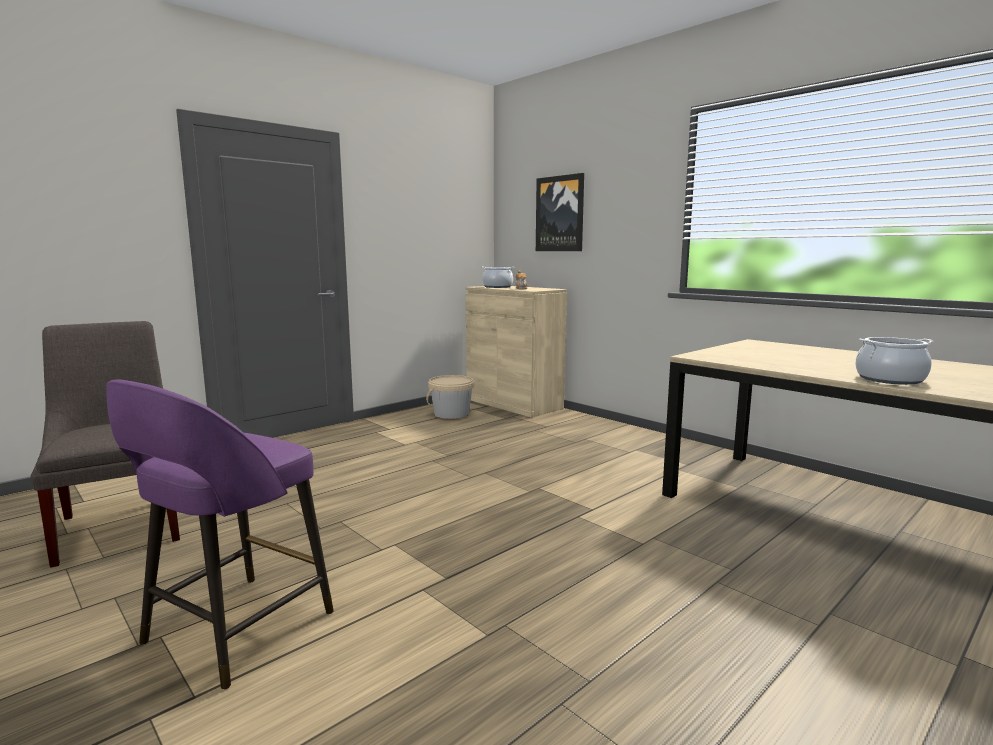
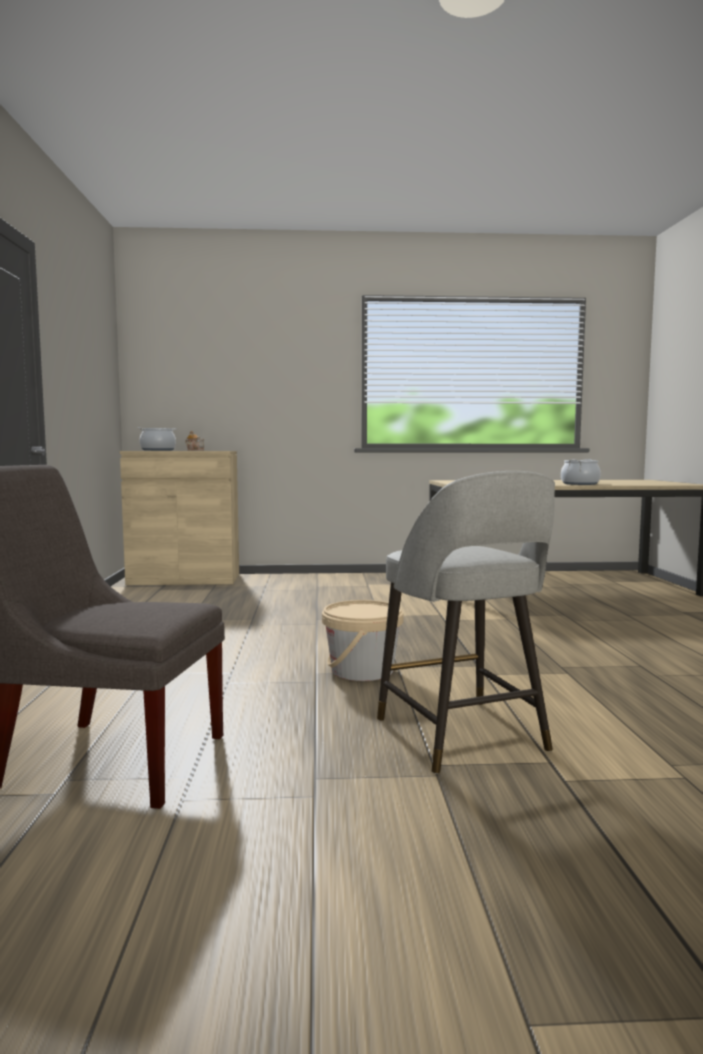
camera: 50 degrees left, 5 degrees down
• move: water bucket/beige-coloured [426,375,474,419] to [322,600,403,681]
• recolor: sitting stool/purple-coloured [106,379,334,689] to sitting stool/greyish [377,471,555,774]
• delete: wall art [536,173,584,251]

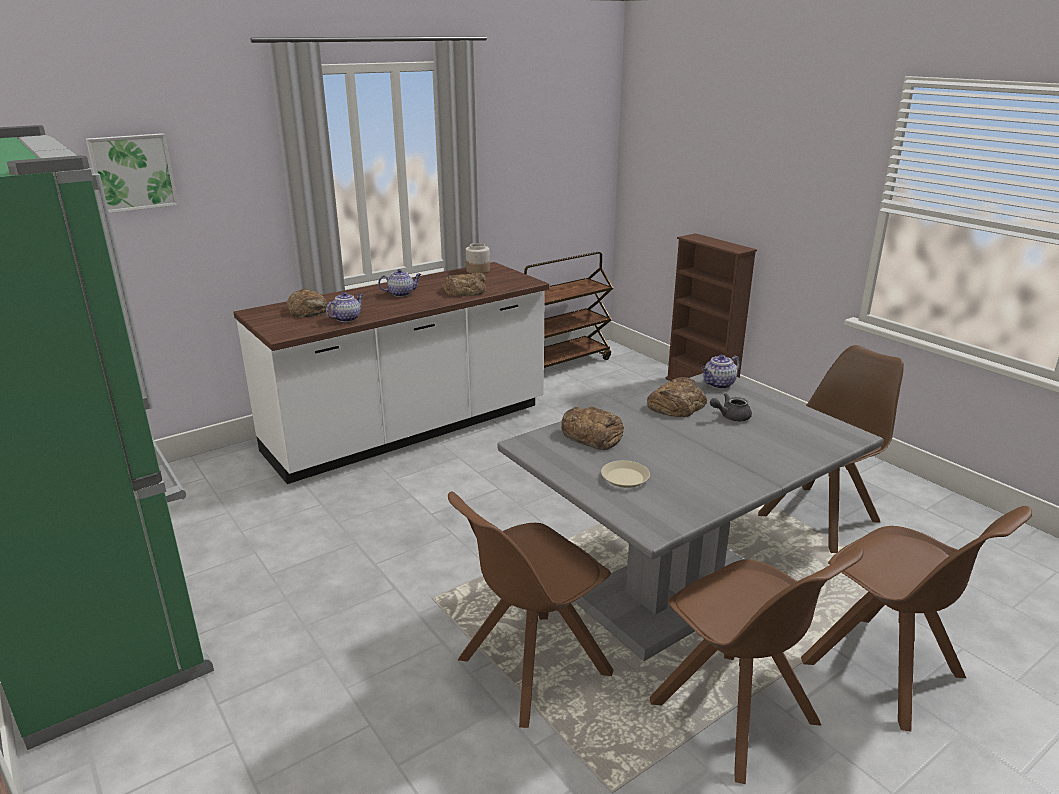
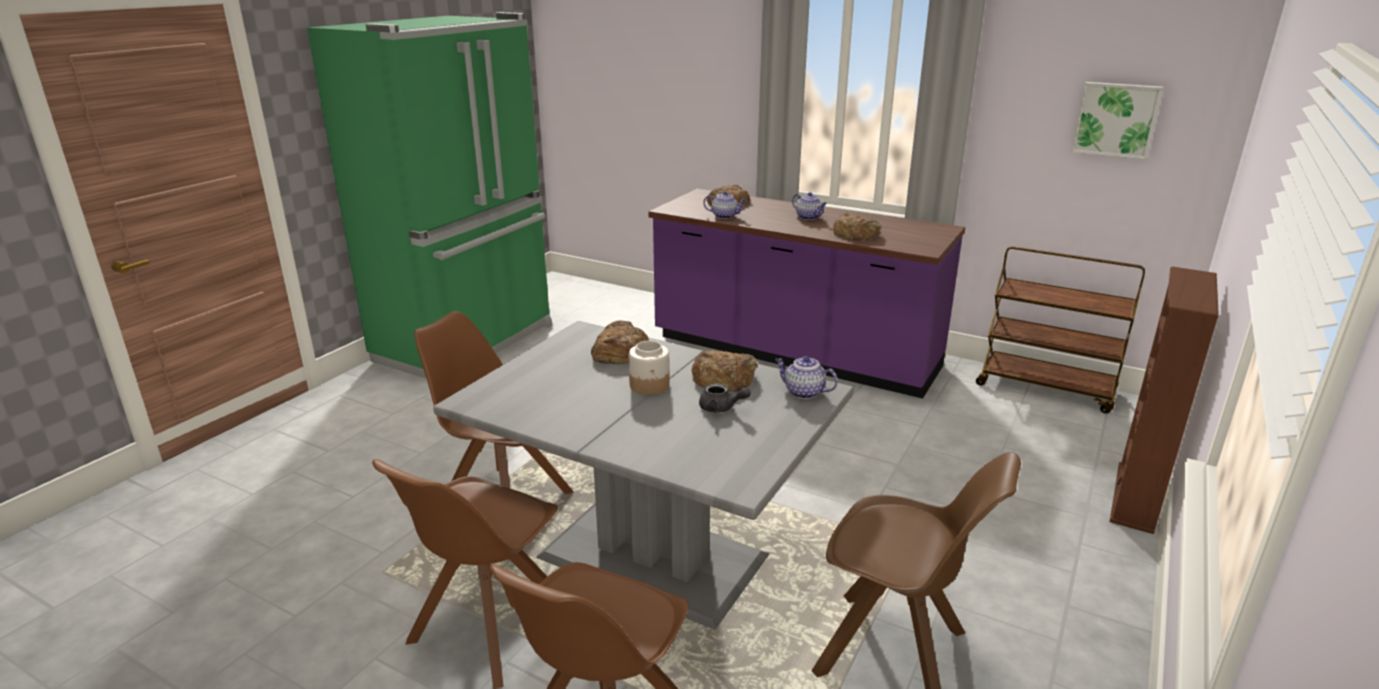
camera: 65 degrees right, 0 degrees up
• move: preserve jar [465,243,490,274] to [629,341,670,395]
• recolor: counter/whitish [234,262,549,484] to counter/purple-coloured [648,189,965,398]
• rotate: pot for tea/greyish [710,393,752,421] = [699,383,751,413] 150 degrees clockwise
• move: wall art [86,133,178,213] to [1072,82,1163,159]
• delete: plate/beige-coloured [601,460,650,488]

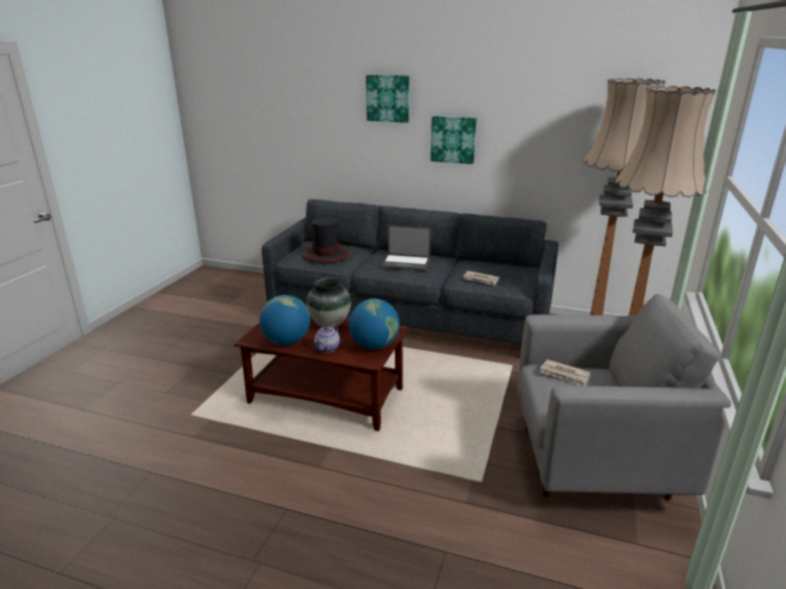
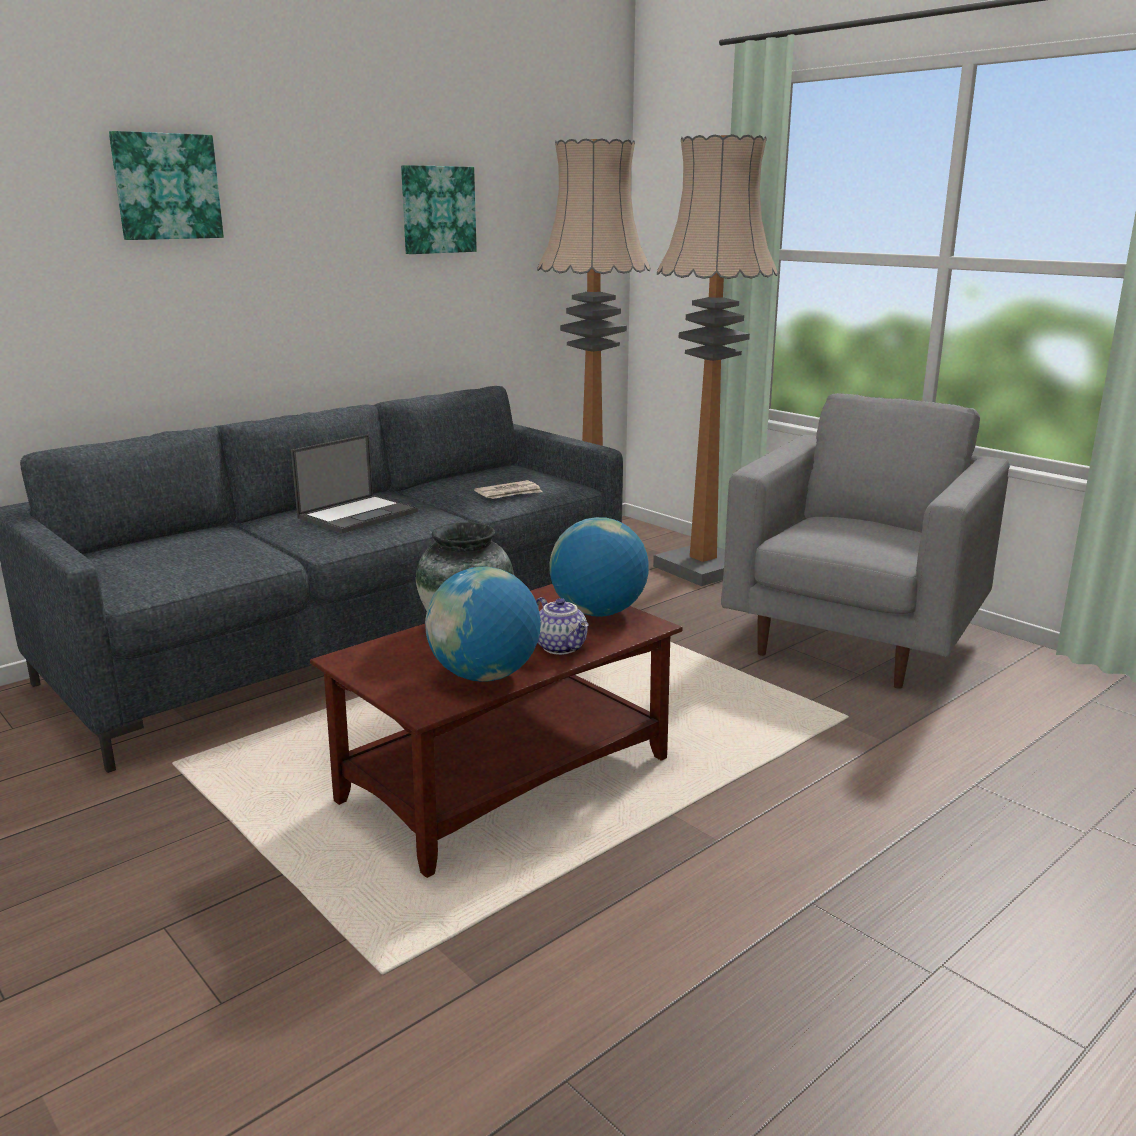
camera: 60 degrees left, 5 degrees down
• move: wall art [431,116,477,164] to [401,165,477,254]
• delete: clothing hat [302,218,350,263]
• delete: printed paper [540,359,591,386]

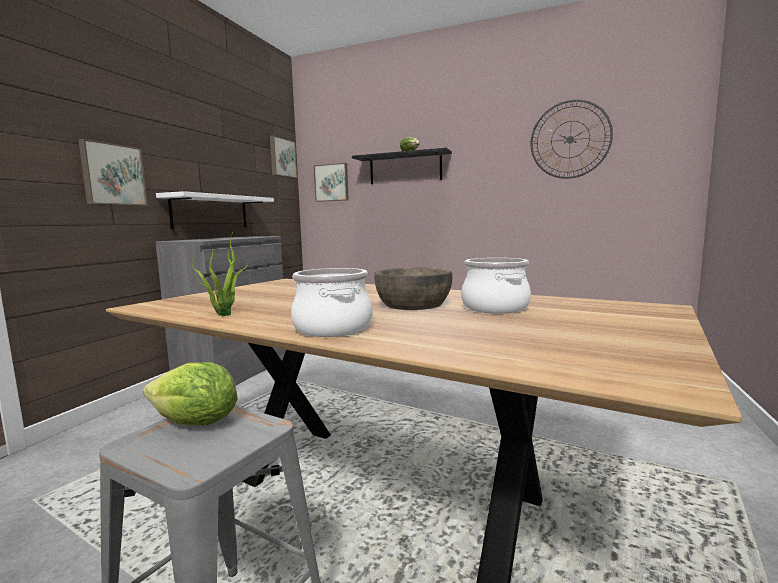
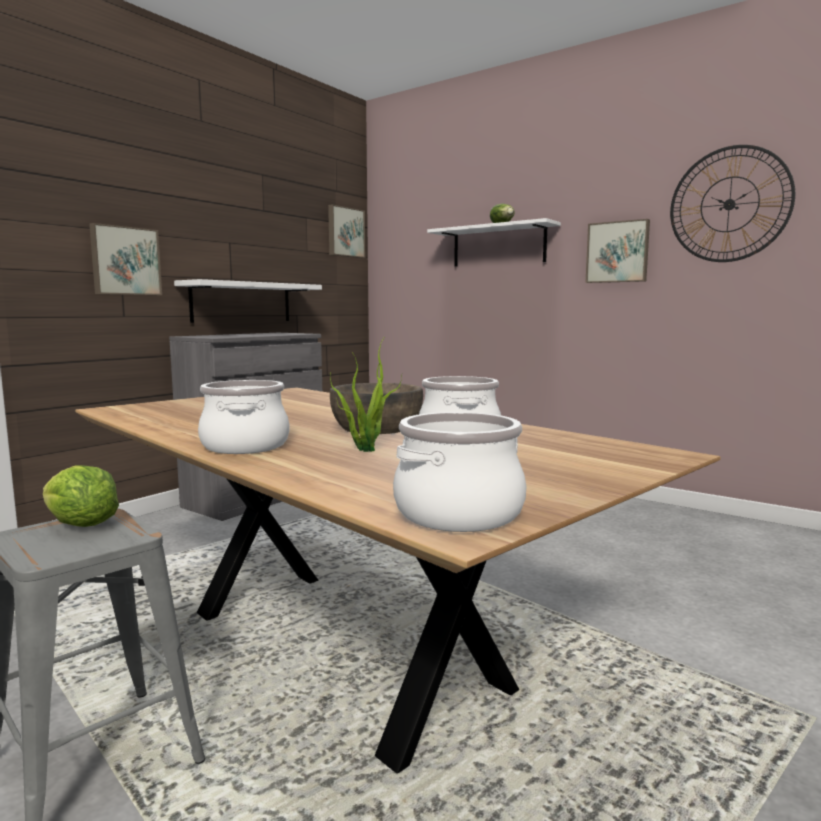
camera: 15 degrees right, 0 degrees up
• move: potted plant [192,231,249,316] to [330,338,402,452]
• insert: cooking pot [393,412,527,532]
• recolor: bracket shelf/black [352,148,452,184] to bracket shelf/whitish [427,218,561,267]
• move: wall art [313,163,349,202] to [585,219,650,283]

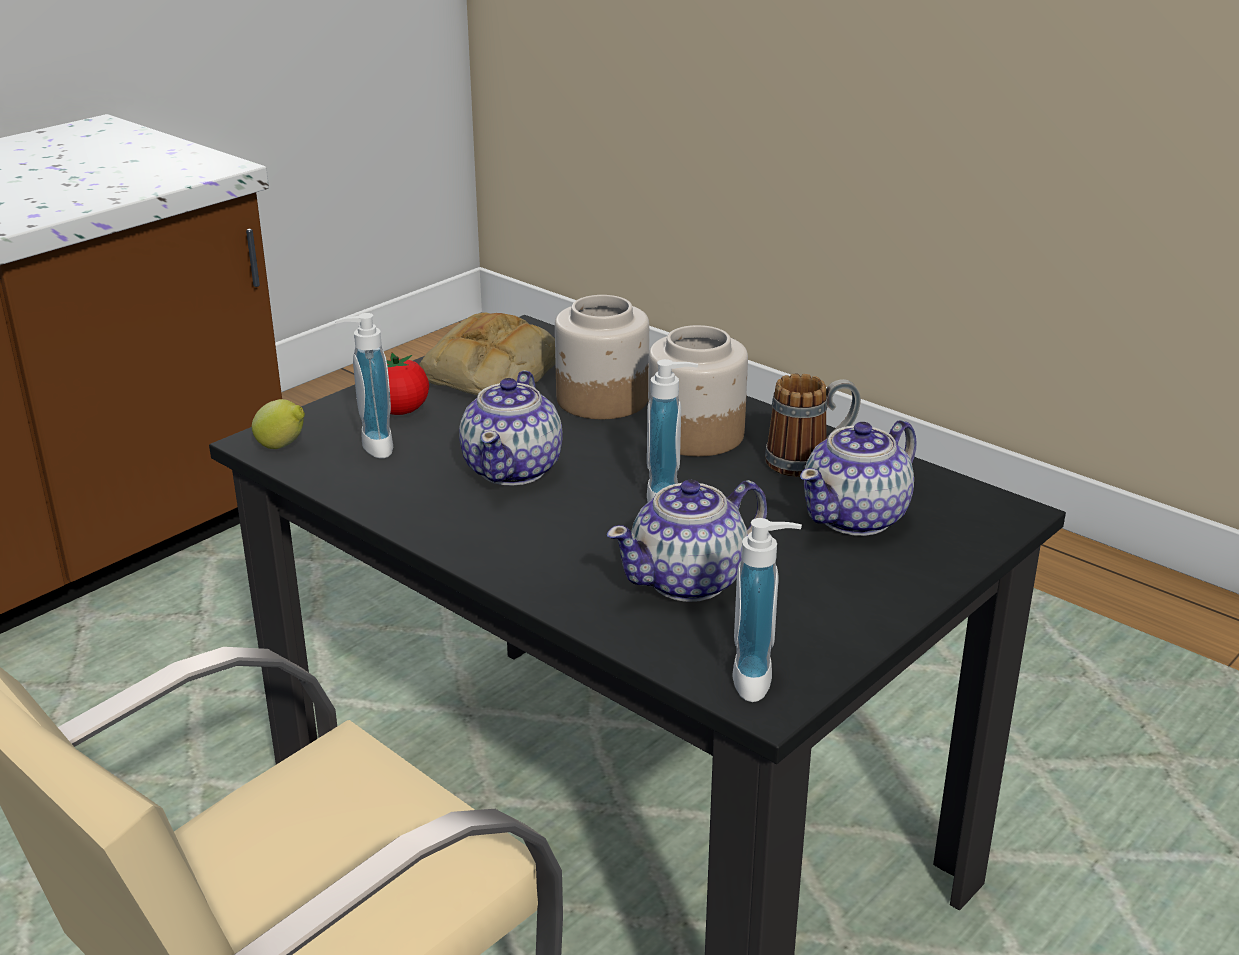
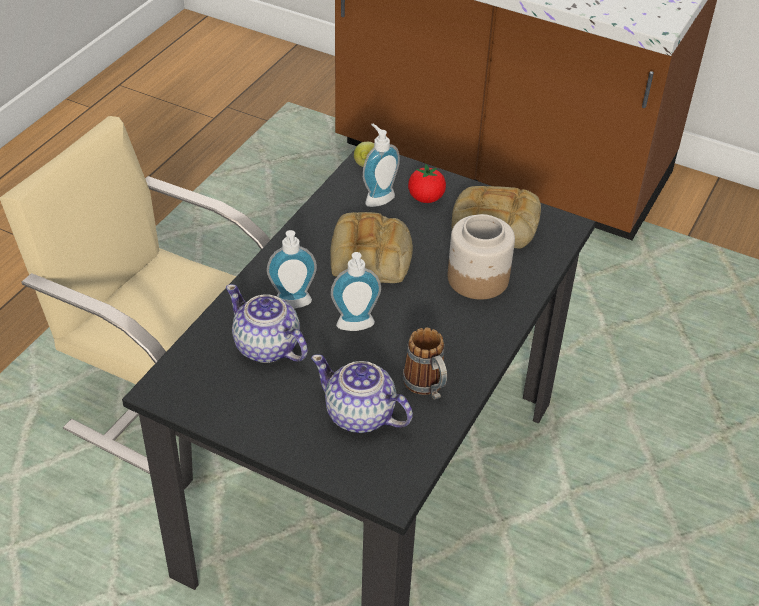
camera: 75 degrees right, 15 degrees up
• move: liquid soap bottle [732,518,802,702] to [267,230,317,309]
• replace: pot for tea [459,370,563,486] to baked bread [330,212,413,283]
• delete: preserve jar [648,325,748,457]

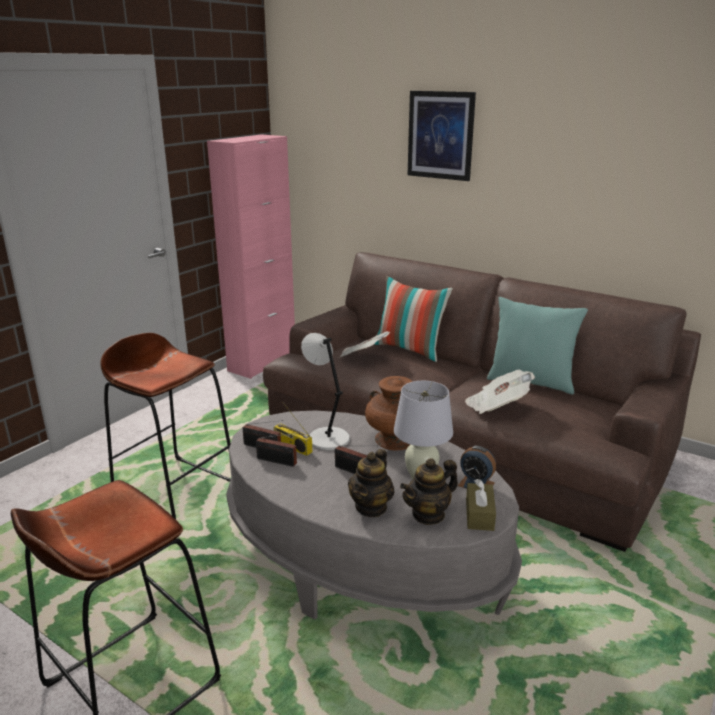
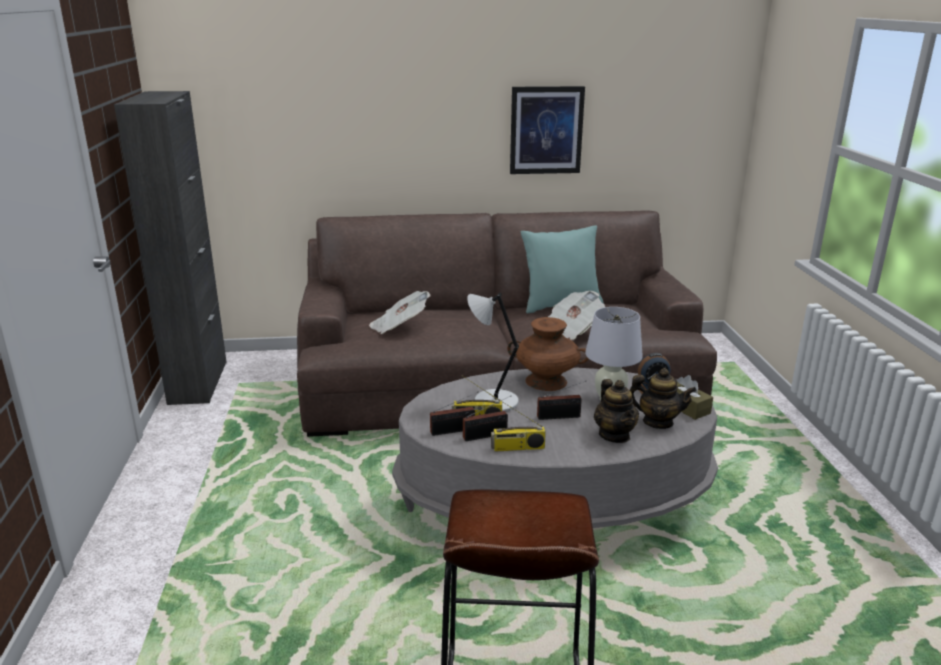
camera: 40 degrees left, 0 degrees up
• recolor: cabinet/pink-coloured [207,135,295,379] to cabinet/black [114,91,227,405]
• insert: radio [491,402,546,452]
• move: wall art [407,91,476,181] to [510,86,585,174]
• rotate: pot for tea [400,458,458,525] = [630,368,697,429] 90 degrees counterclockwise
• delete: sitting stool/brownish [100,333,231,519]
• delete: pillow [374,276,453,362]

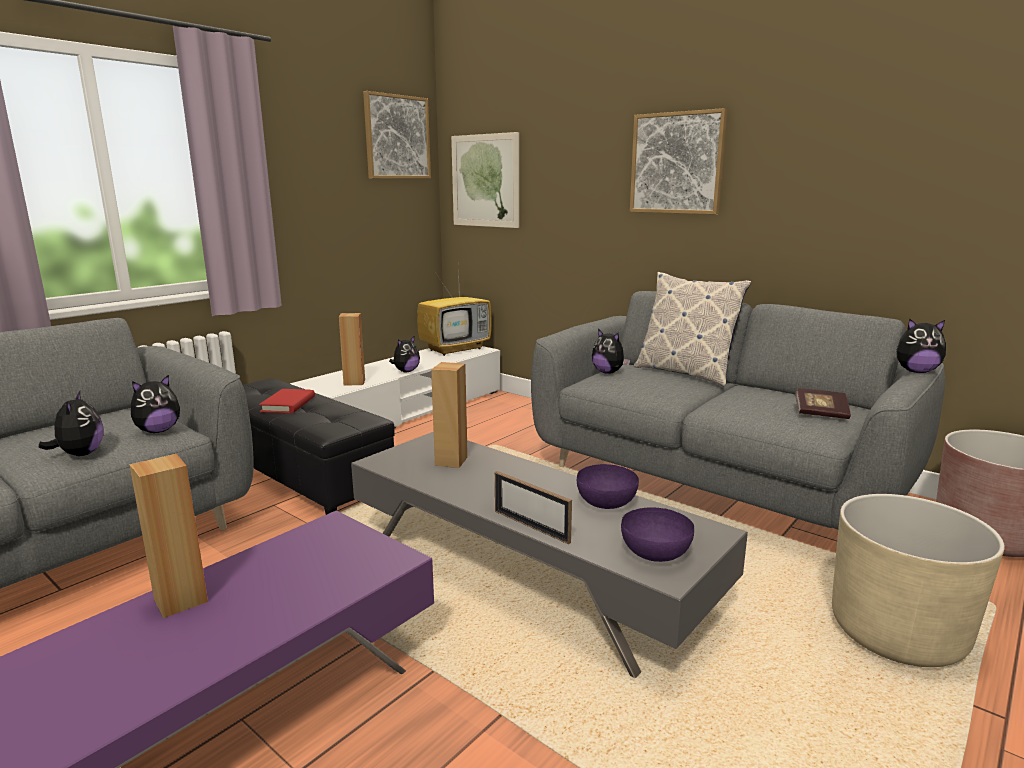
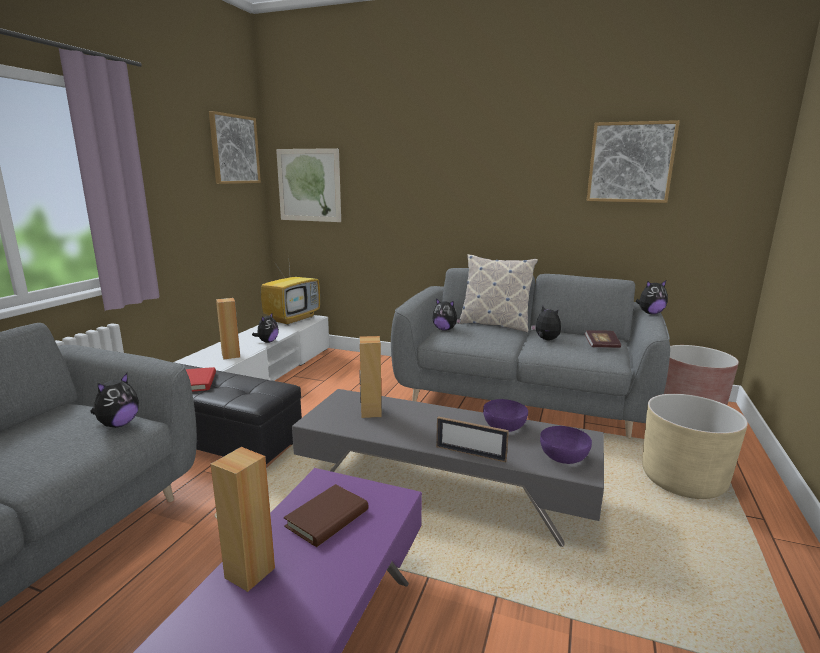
camera: 20 degrees left, 0 degrees up
• insert: book/brownish [284,484,368,547]
• move: plush toy [39,391,104,456] to [531,306,561,340]
• move: wall art [630,108,728,214] to [587,120,680,203]

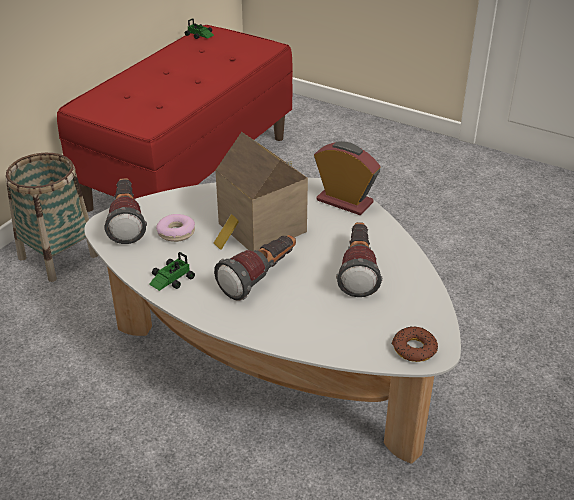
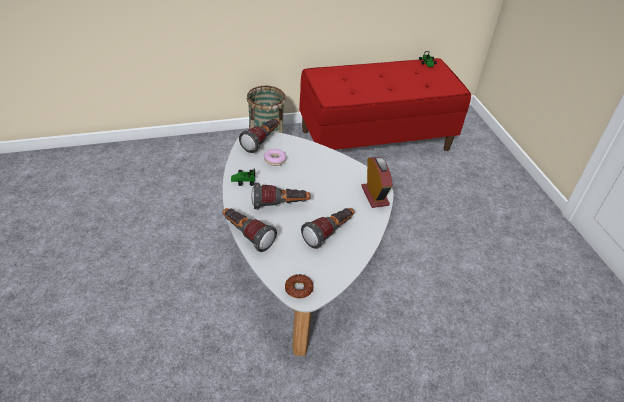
camera: 40 degrees right, 5 degrees up
• insert: hand torch [223,208,277,252]
• delete: toy house [214,132,308,251]

